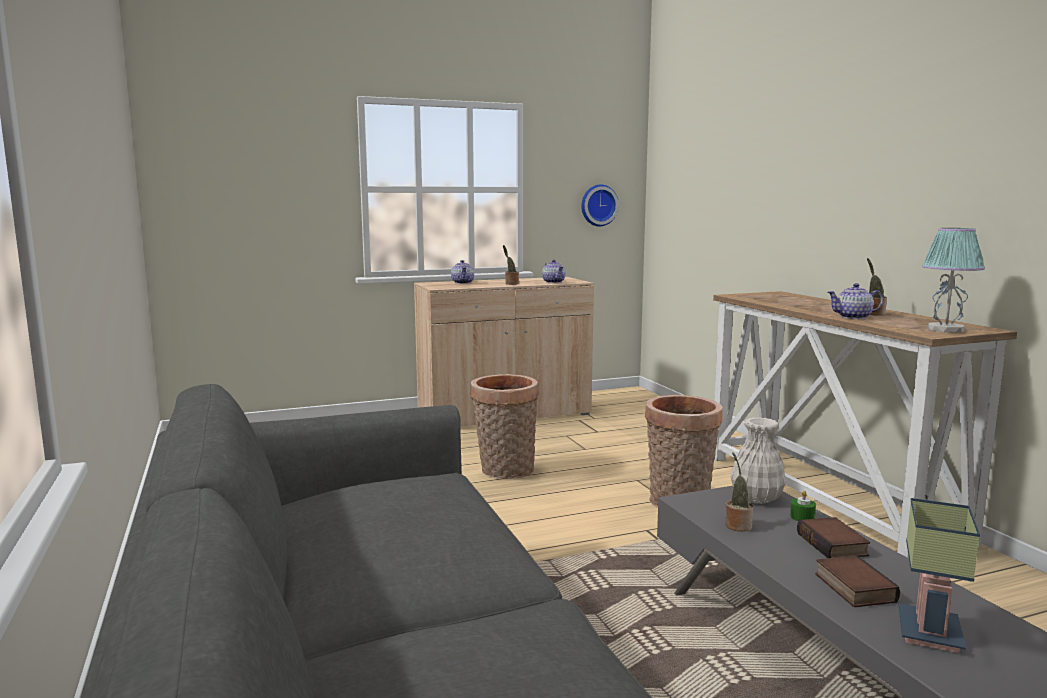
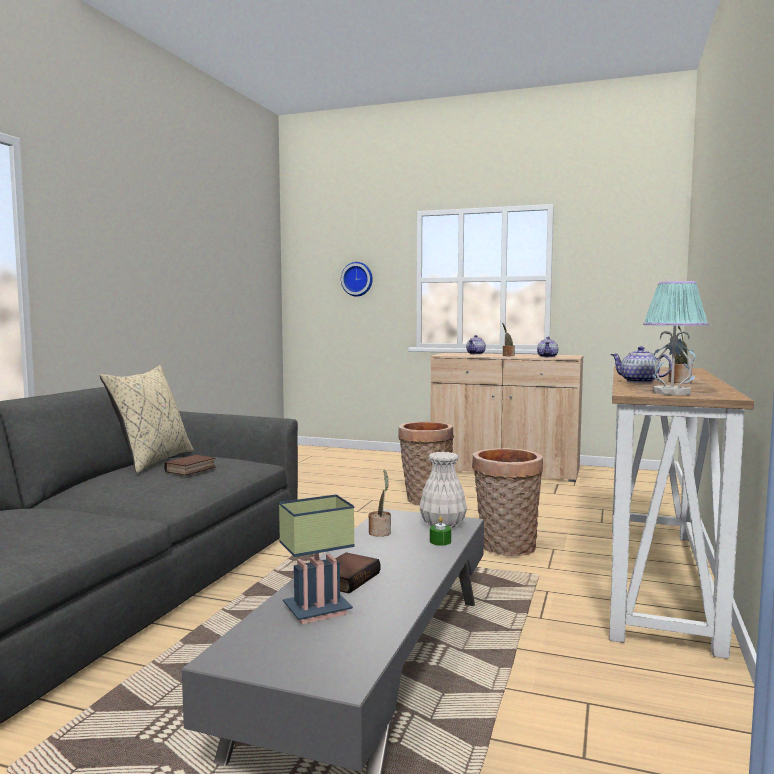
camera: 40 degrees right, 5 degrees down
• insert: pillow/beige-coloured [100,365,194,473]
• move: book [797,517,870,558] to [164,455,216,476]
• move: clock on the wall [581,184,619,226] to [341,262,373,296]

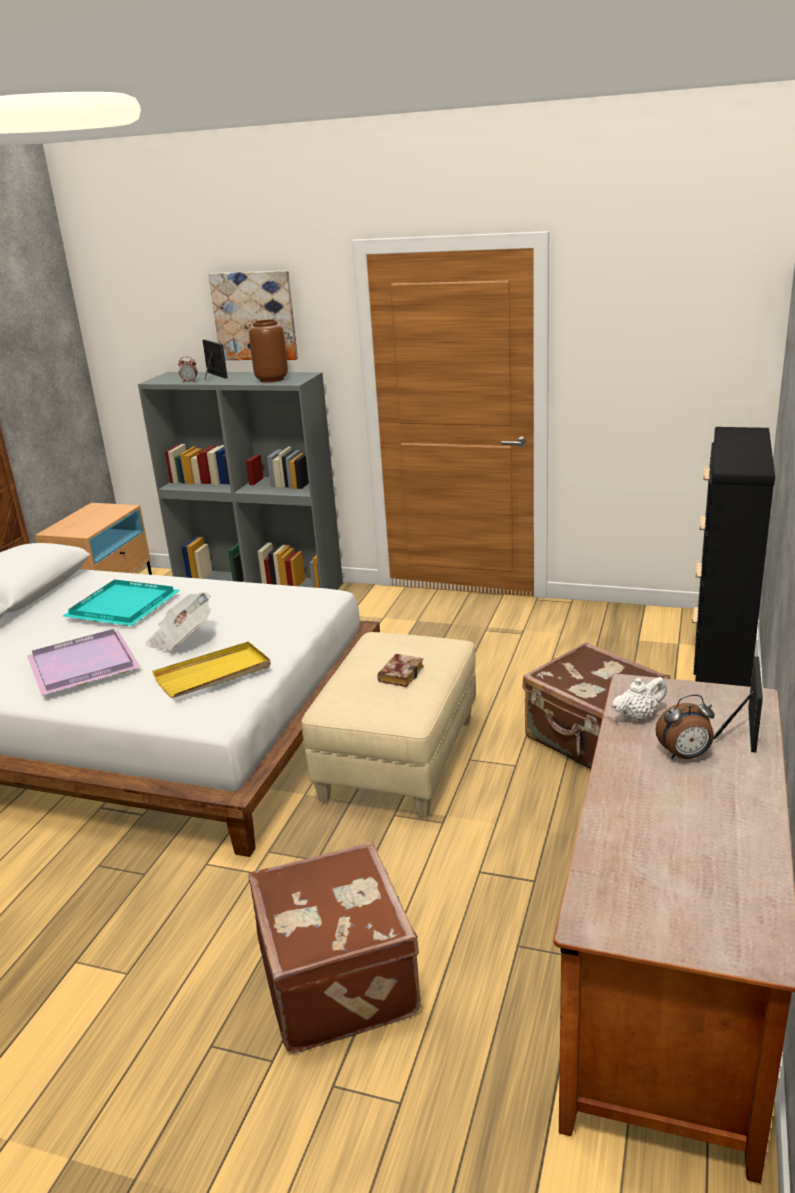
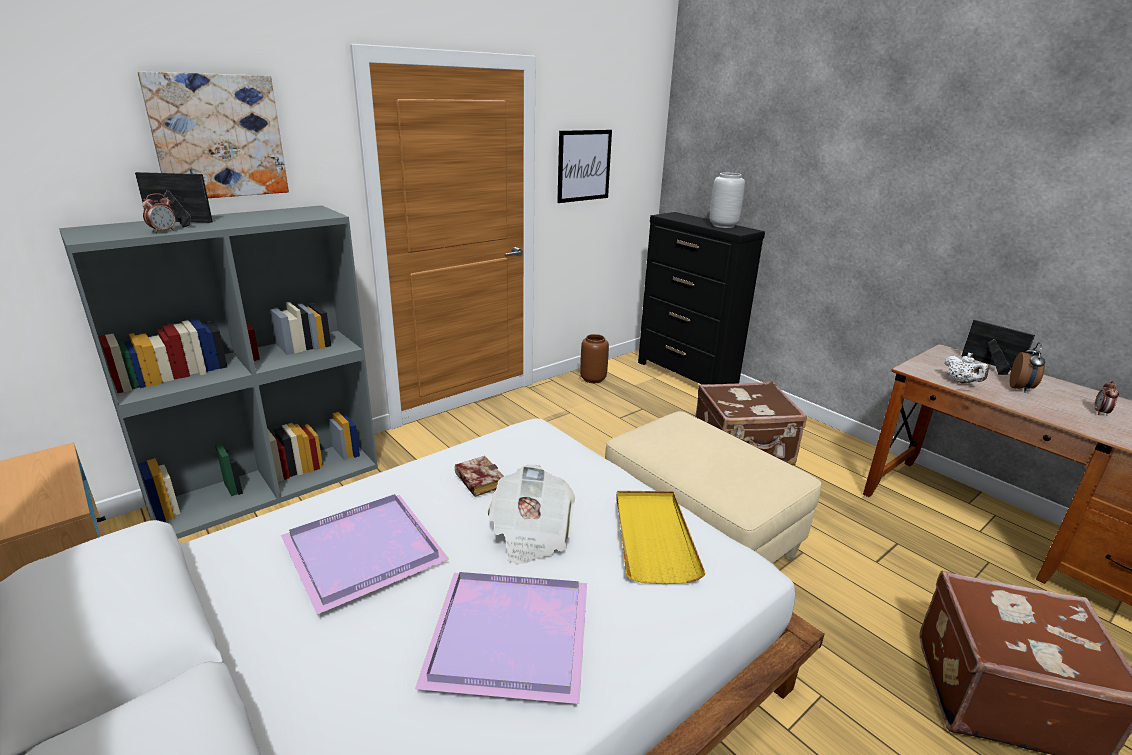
camera: 60 degrees left, 0 degrees up
• recolor: carrying tray/blue-green [63,579,180,626] to carrying tray/purple-coloured [281,494,449,614]
• move: book [378,654,424,687] to [455,456,504,497]
• insert: wall art [557,130,612,203]
• move: decorative vase/brownish [249,319,288,383] to [580,334,609,383]
• insert: decorative vase/greyish [710,173,745,228]
• rotate: pot for tea/whitish [612,677,667,721] = [944,353,989,383] 150 degrees clockwise
• insert: table clock [1095,381,1119,416]

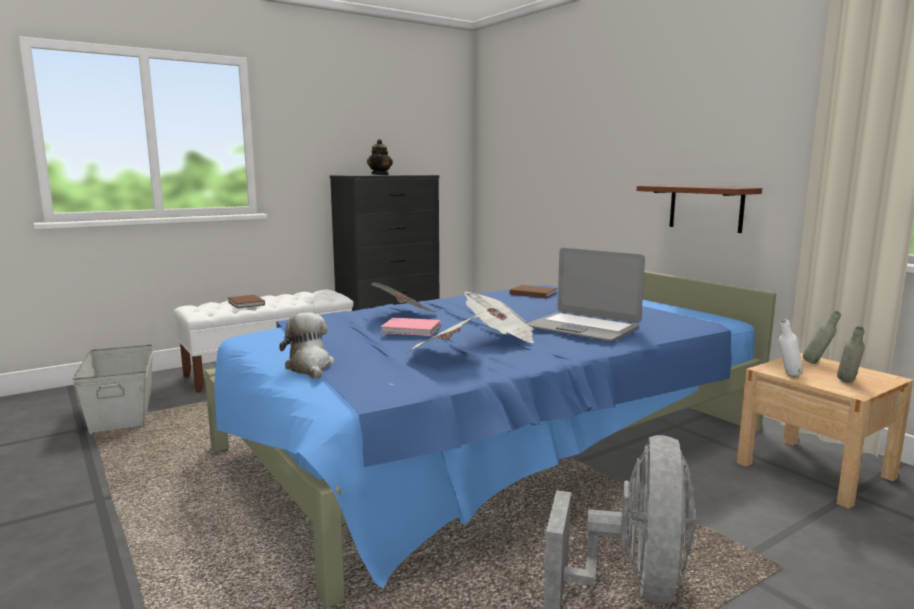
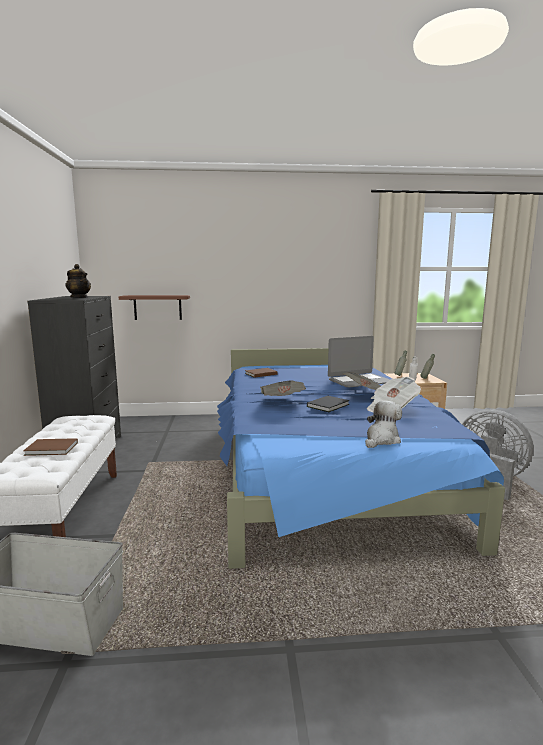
camera: 60 degrees left, 0 degrees up
• move: bracket shelf/brownish [637,185,762,233] to [119,295,190,320]
• recolor: book/pink-coloured [380,318,441,336] to book/black [307,396,349,412]
• rotate: plush toy [279,312,335,379] = [365,400,402,448] 120 degrees clockwise

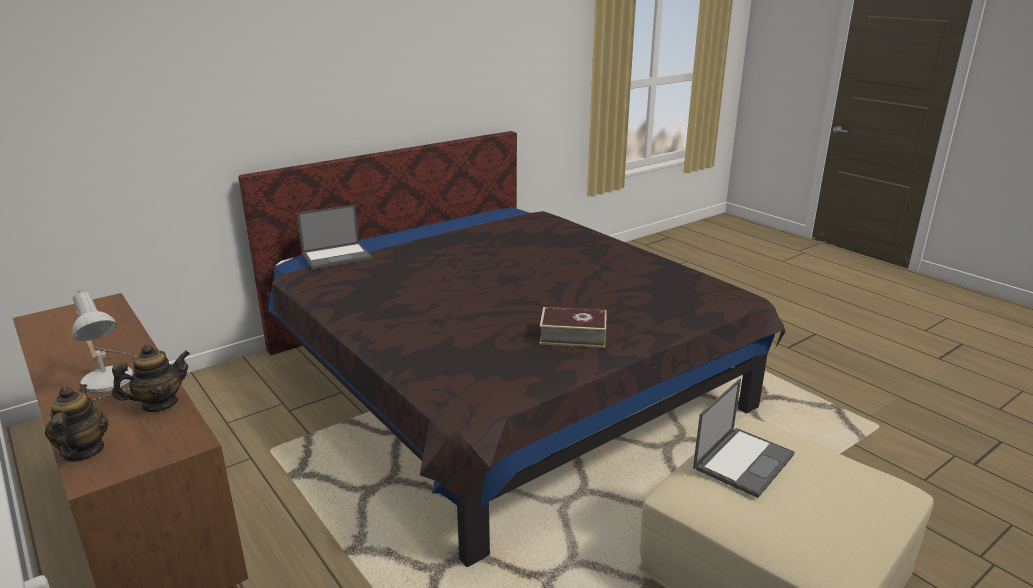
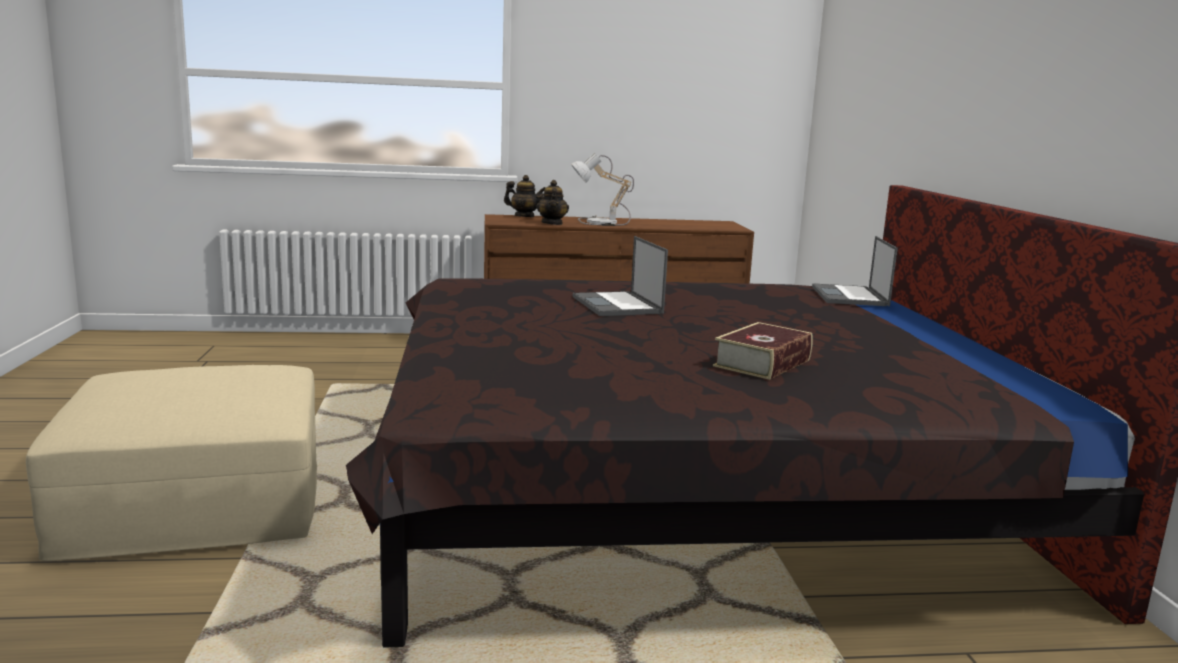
camera: 120 degrees right, 10 degrees down
• move: laptop [693,378,795,498] to [573,236,668,316]
• move: book [539,307,607,348] to [713,322,813,380]

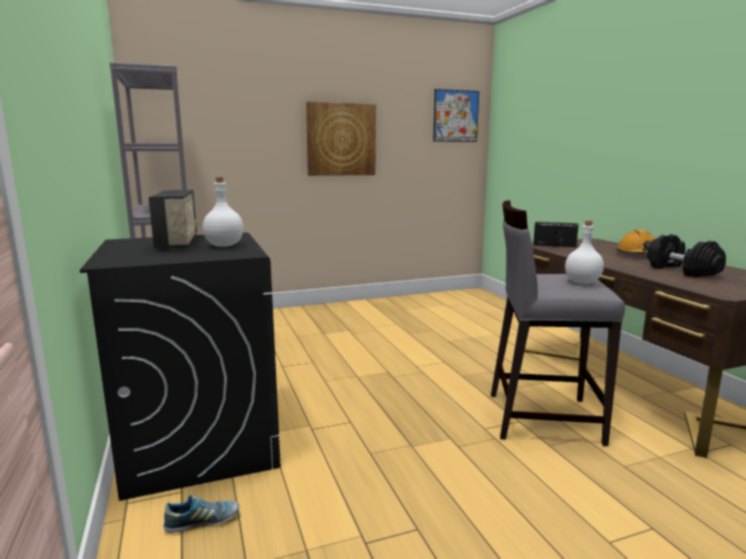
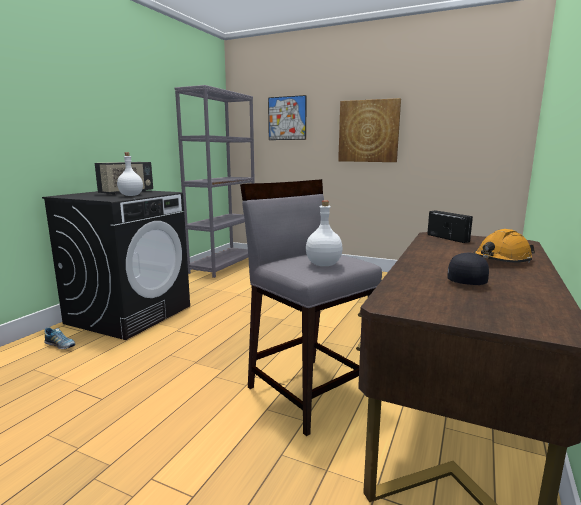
camera: 45 degrees right, 0 degrees up
• move: wall art [433,89,479,142] to [268,95,307,140]
• replace: hand weight/black [647,234,726,278] to cap/black [447,253,489,285]

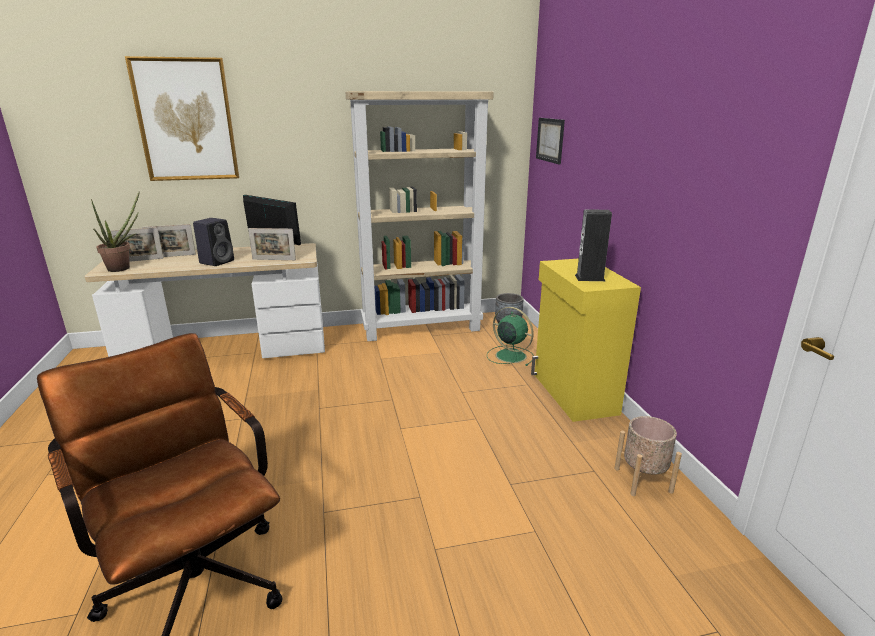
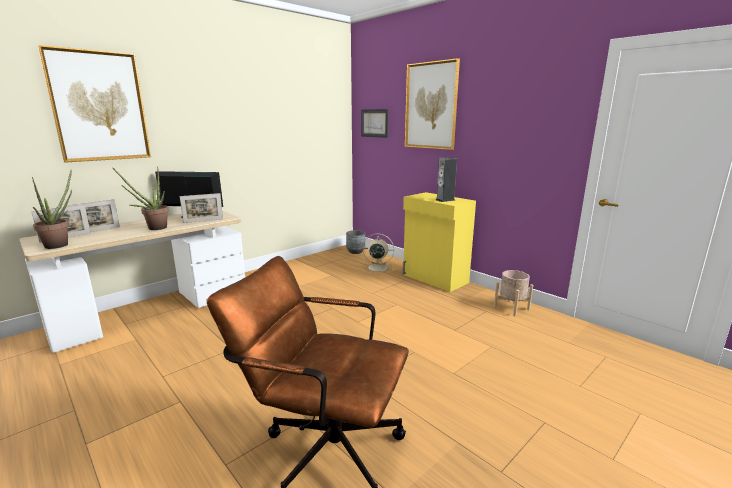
camera: 30 degrees left, 5 degrees down
• replace: loudspeaker/black [193,218,234,266] to potted plant [112,166,169,230]
• recolor: fan/green [487,307,534,366] to fan/beige-coloured [362,233,394,274]
• insert: wall art [405,58,460,150]
• delete: shelving unit/beige-coloured [346,91,494,341]

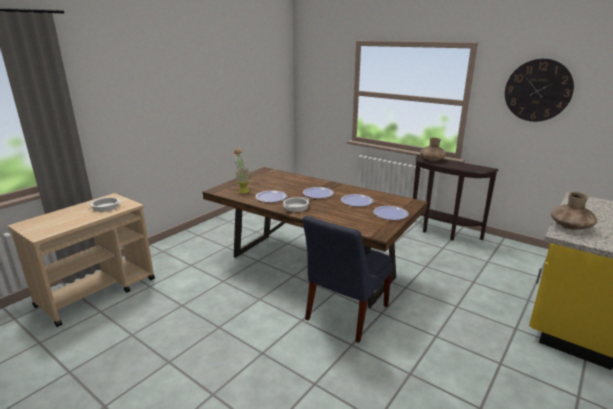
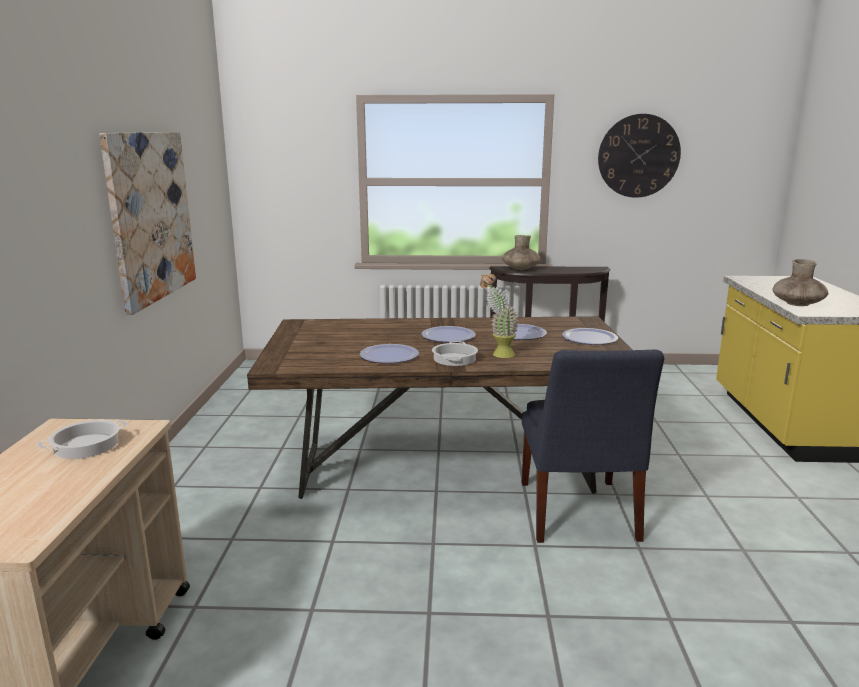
camera: 35 degrees left, 5 degrees down
• insert: wall art [99,132,196,315]
• move: potted plant [233,148,250,193] to [480,273,519,358]

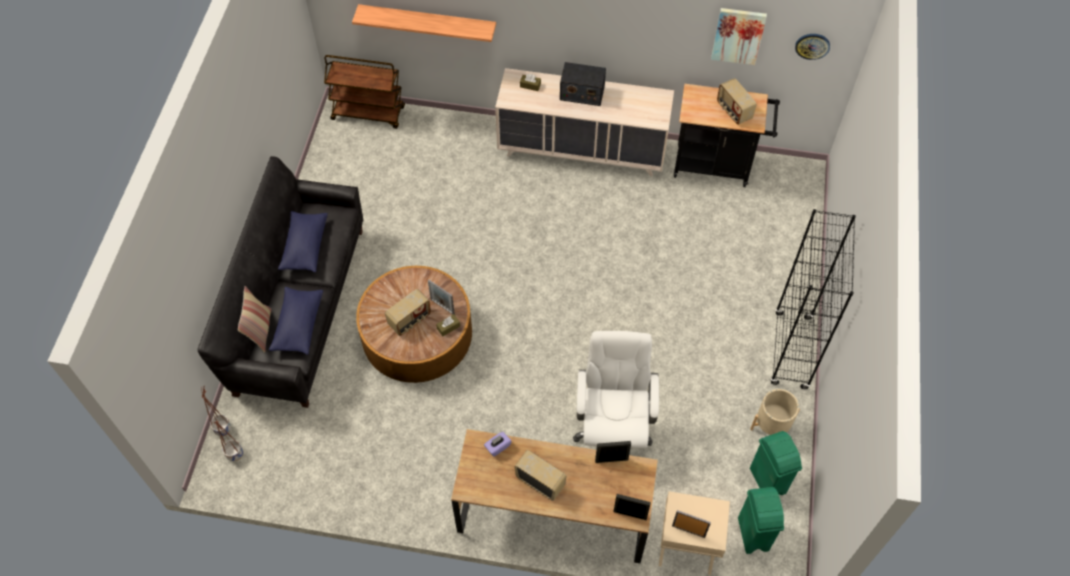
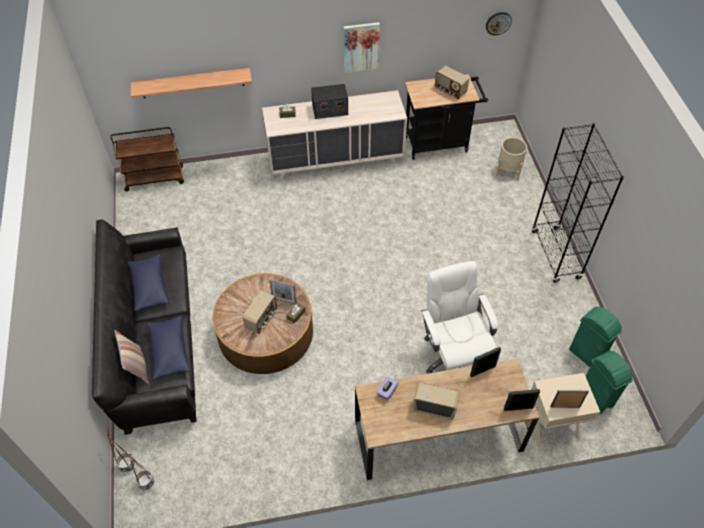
camera: 20 degrees left, 5 degrees down
• move: wall art [711,8,767,65] to [344,22,380,73]
• move: flower pot/beige-coloured [750,389,800,435] to [496,137,527,180]

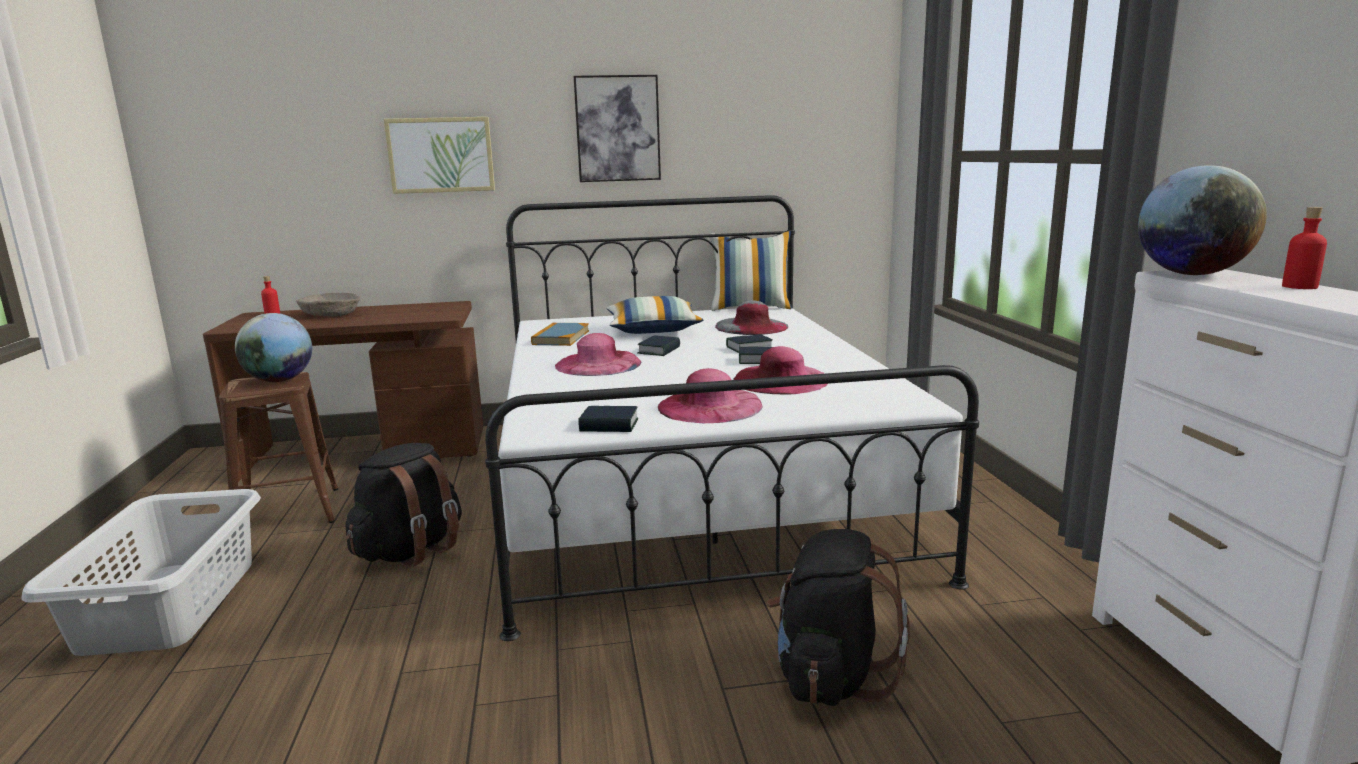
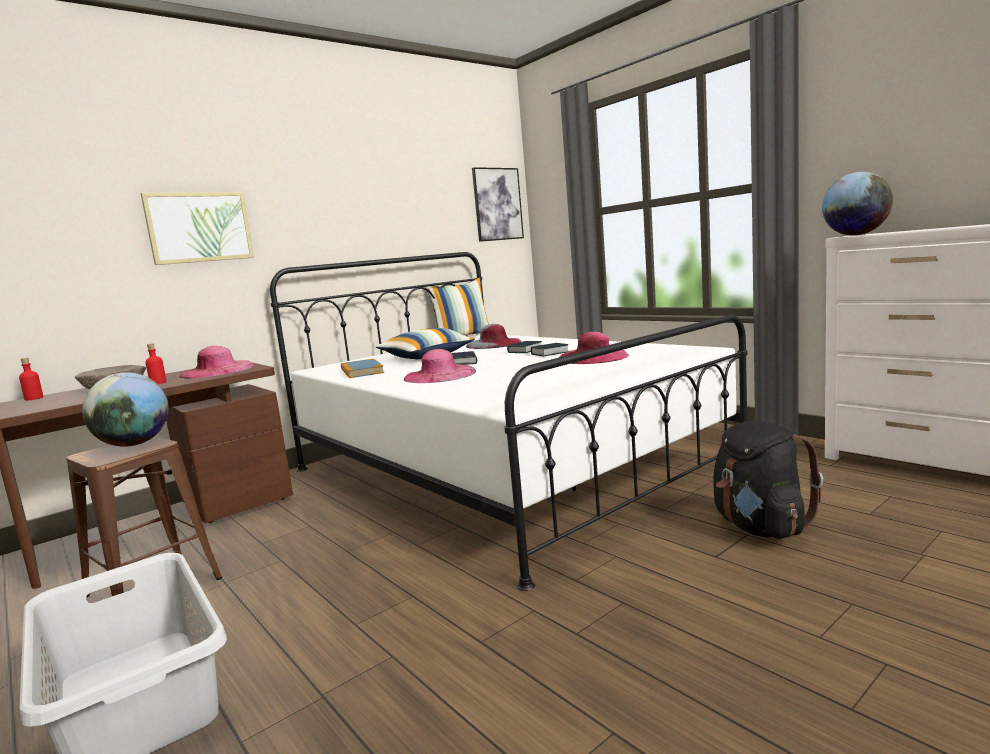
camera: 30 degrees left, 5 degrees down
• move: bottle/red [1282,207,1327,289] to [145,343,167,384]
• move: clothing hat/pink-coloured [658,368,763,424] to [179,346,254,378]
• move: wall art [573,75,661,182] to [472,167,524,242]
• delete: backpack/black [346,443,462,568]
• delete: book [578,406,638,432]

